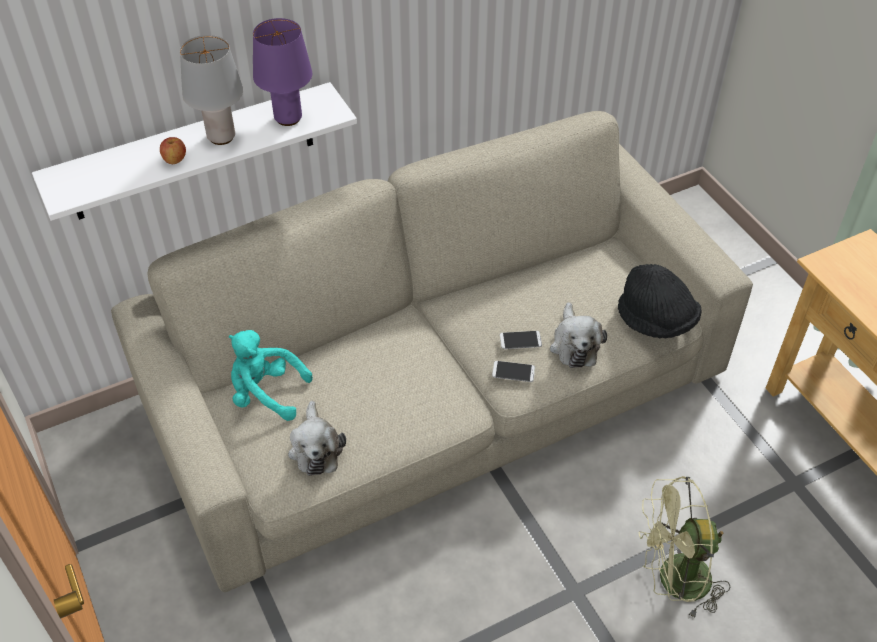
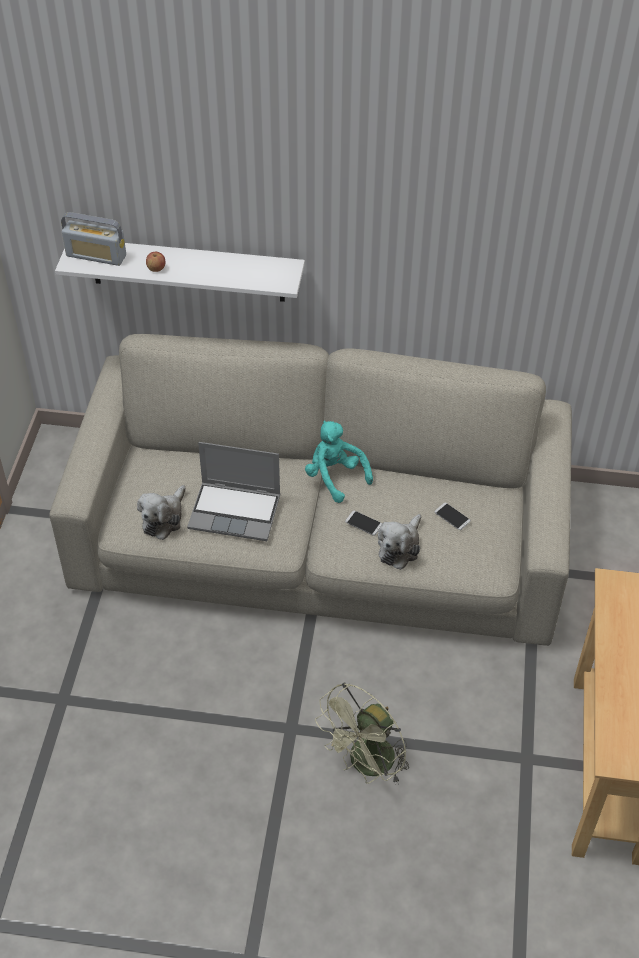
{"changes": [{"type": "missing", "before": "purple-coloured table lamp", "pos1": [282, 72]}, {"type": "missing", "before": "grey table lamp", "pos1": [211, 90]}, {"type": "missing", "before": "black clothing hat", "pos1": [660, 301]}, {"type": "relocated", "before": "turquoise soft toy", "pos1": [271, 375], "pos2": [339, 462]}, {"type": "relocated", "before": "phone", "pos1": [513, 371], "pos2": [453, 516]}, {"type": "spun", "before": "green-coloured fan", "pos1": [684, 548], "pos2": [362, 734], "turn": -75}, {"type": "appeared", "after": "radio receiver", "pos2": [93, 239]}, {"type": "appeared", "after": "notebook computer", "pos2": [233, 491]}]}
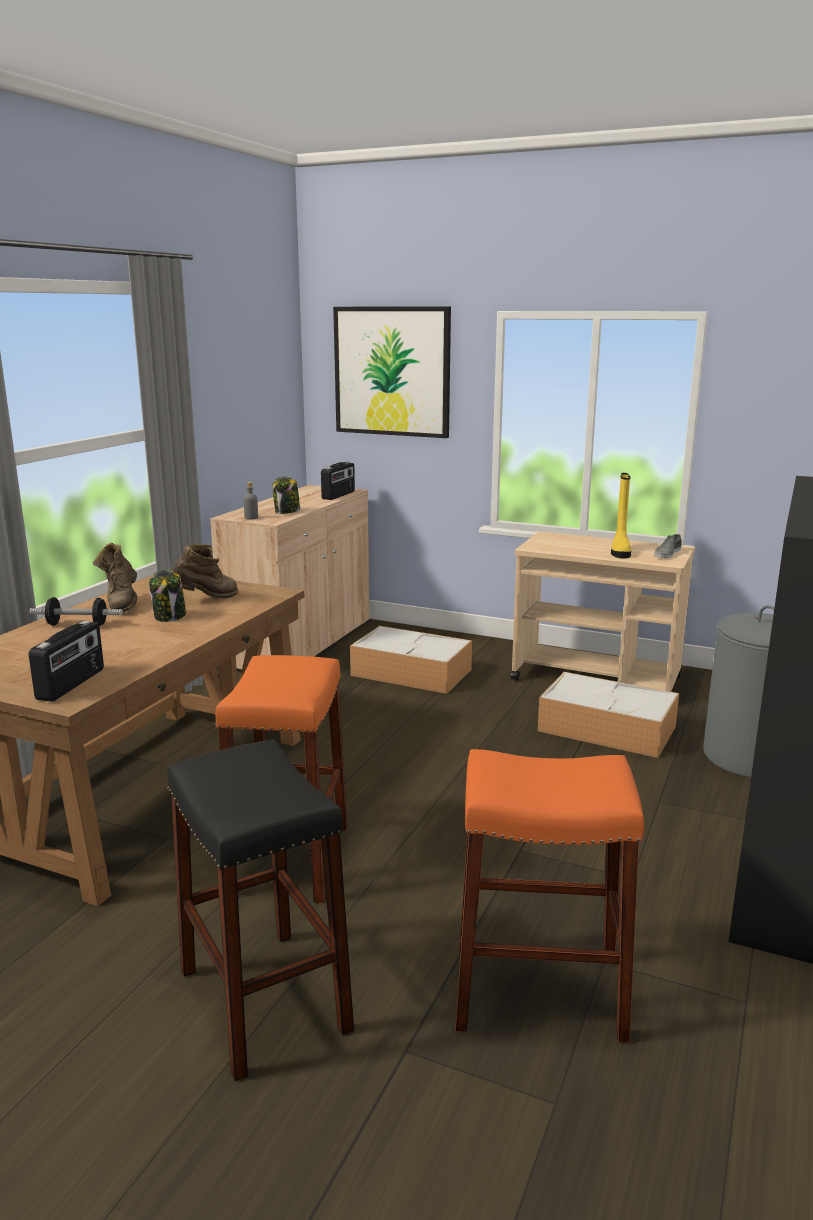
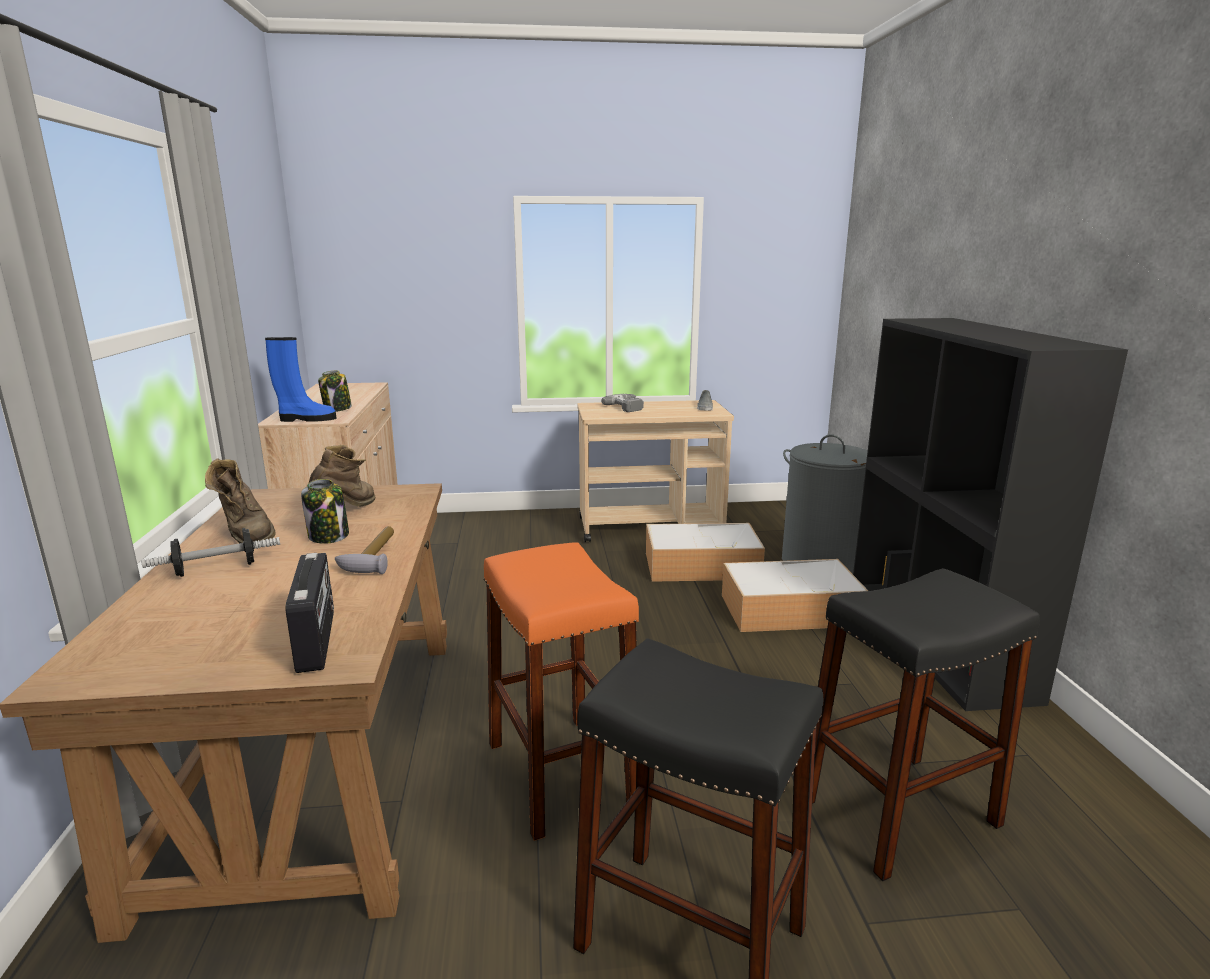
{"changes": [{"type": "missing", "before": "picture", "pos1": [392, 372]}, {"type": "missing", "before": "radio receiver", "pos1": [338, 481]}, {"type": "missing", "before": "yellowish tall boot", "pos1": [621, 515]}, {"type": "exchanged", "before": "grey drink bottle", "after": "blue tall boot", "pos1": [251, 501], "pos2": [300, 379]}, {"type": "relocated", "before": "storage container", "pos1": [411, 660], "pos2": [795, 595]}, {"type": "colour", "before": "orange sitting stool", "after": "black sitting stool", "pos1": [549, 896], "pos2": [926, 724]}, {"type": "appeared", "after": "electric drill", "pos2": [622, 403]}, {"type": "appeared", "after": "tool hammer", "pos2": [364, 550]}]}
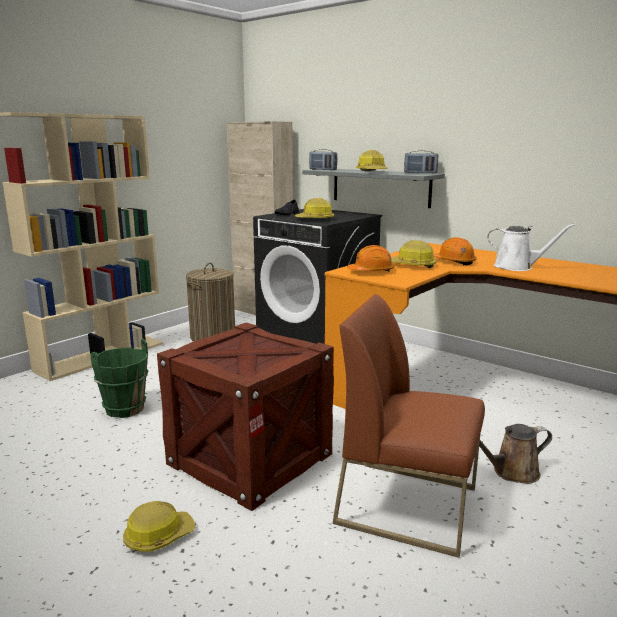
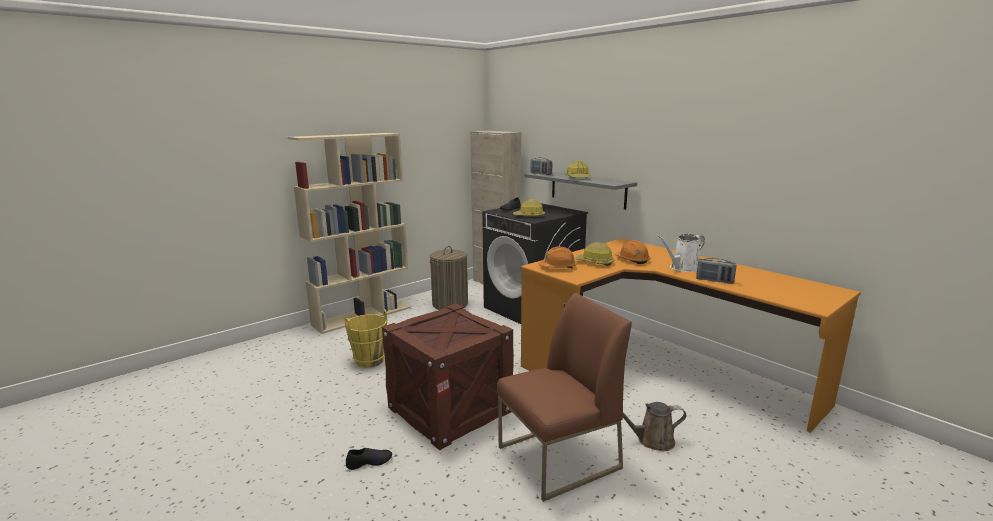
{"changes": [{"type": "relocated", "before": "radio receiver", "pos1": [421, 162], "pos2": [716, 271]}, {"type": "spun", "before": "white watering pot", "pos1": [531, 247], "pos2": [681, 253], "turn": 120}, {"type": "spun", "before": "brown upright chair", "pos1": [408, 426], "pos2": [564, 397], "turn": 120}, {"type": "colour", "before": "green-coloured bucket", "after": "yellowish bucket", "pos1": [119, 378], "pos2": [365, 338]}, {"type": "exchanged", "before": "hard hat", "after": "black item of footwear", "pos1": [159, 526], "pos2": [369, 459]}]}
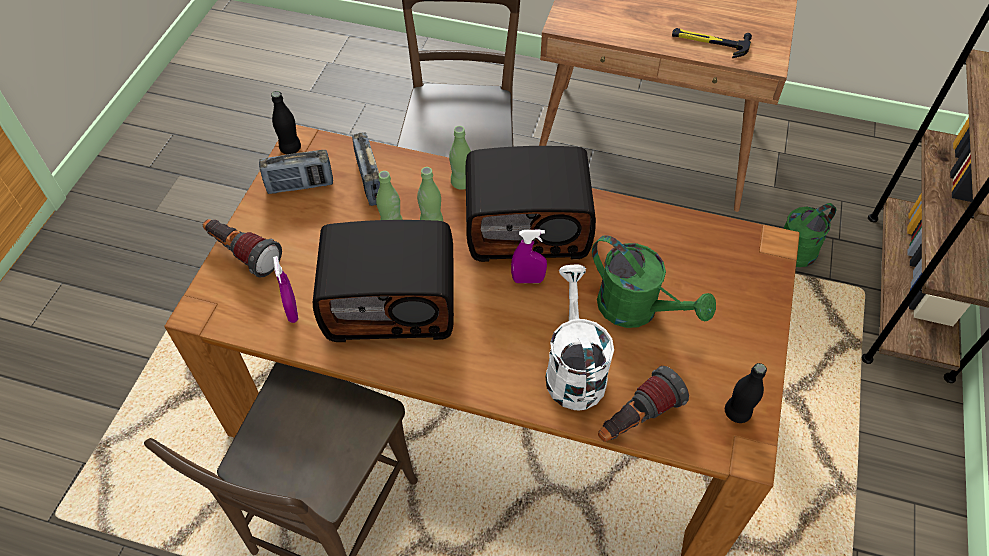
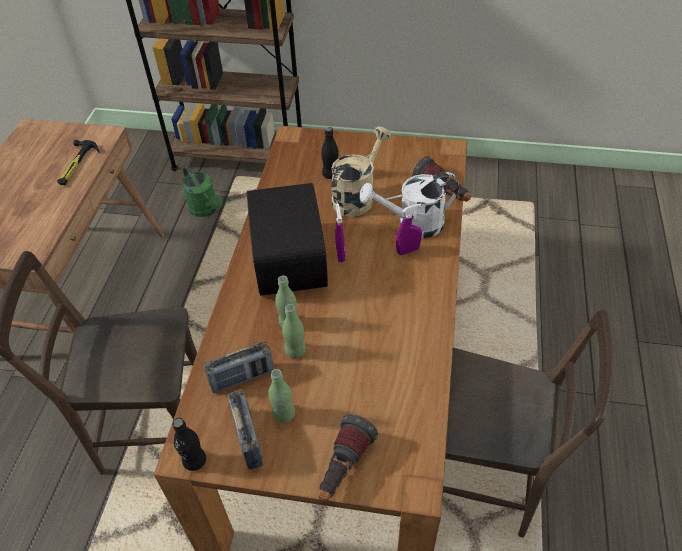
{"changes": [{"type": "relocated", "before": "green-coloured drink bottle", "pos1": [460, 158], "pos2": [281, 396]}, {"type": "missing", "before": "radio receiver", "pos1": [383, 281]}, {"type": "colour", "before": "green-coloured watering pot", "after": "sand-coloured watering pot", "pos1": [654, 281], "pos2": [361, 172]}, {"type": "relocated", "before": "purple-coloured sprayer", "pos1": [285, 289], "pos2": [409, 229]}, {"type": "relocated", "before": "black drink bottle", "pos1": [746, 393], "pos2": [330, 153]}]}
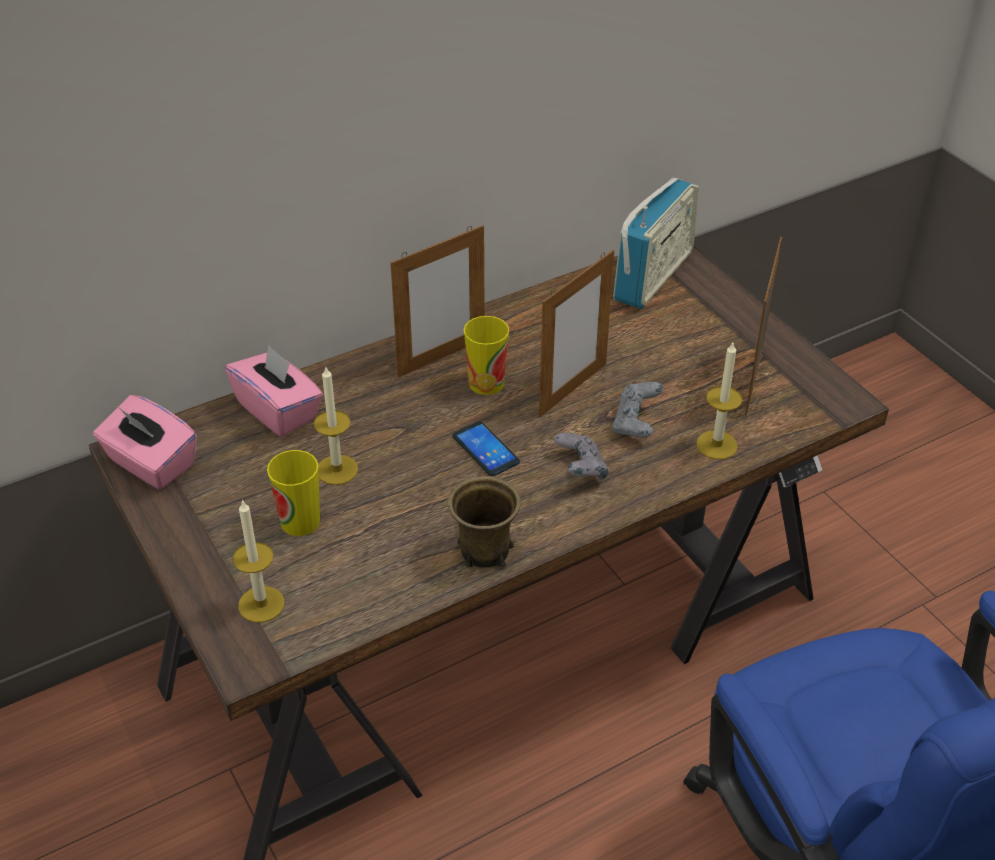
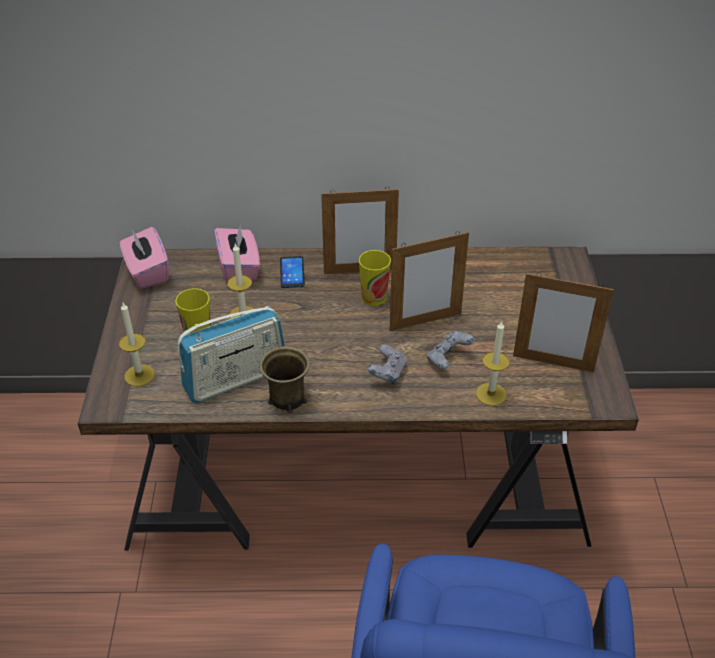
{"changes": [{"type": "relocated", "before": "radio receiver", "pos1": [656, 243], "pos2": [231, 354]}, {"type": "spun", "before": "standing frame", "pos1": [763, 327], "pos2": [563, 322], "turn": -120}, {"type": "relocated", "before": "phone", "pos1": [486, 448], "pos2": [292, 272]}]}
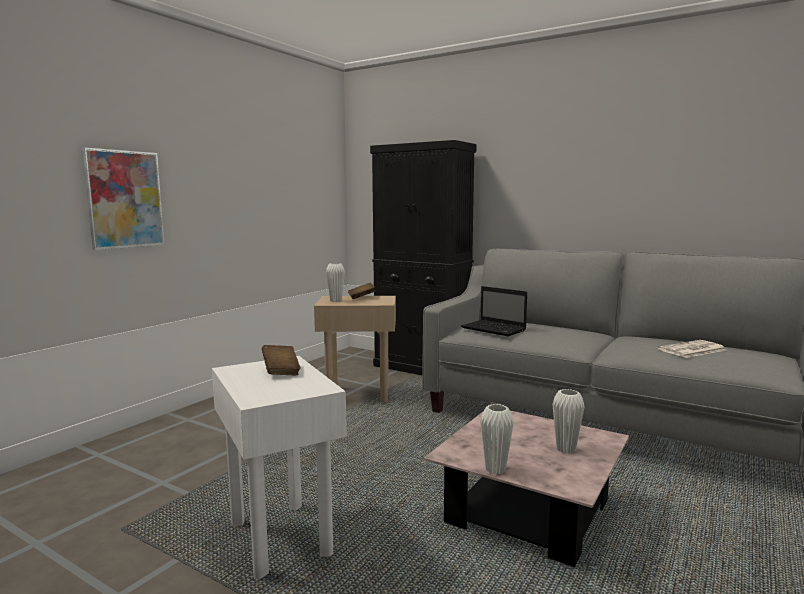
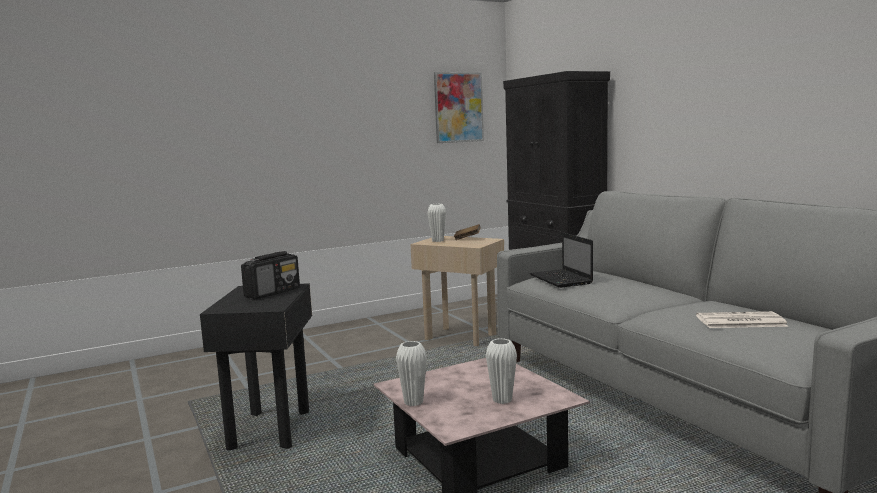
{"changes": [{"type": "relocated", "before": "picture", "pos1": [123, 199], "pos2": [459, 107]}, {"type": "exchanged", "before": "brown bound book", "after": "radio receiver", "pos1": [281, 360], "pos2": [270, 275]}, {"type": "colour", "before": "white side table", "after": "black side table", "pos1": [279, 467], "pos2": [256, 366]}]}
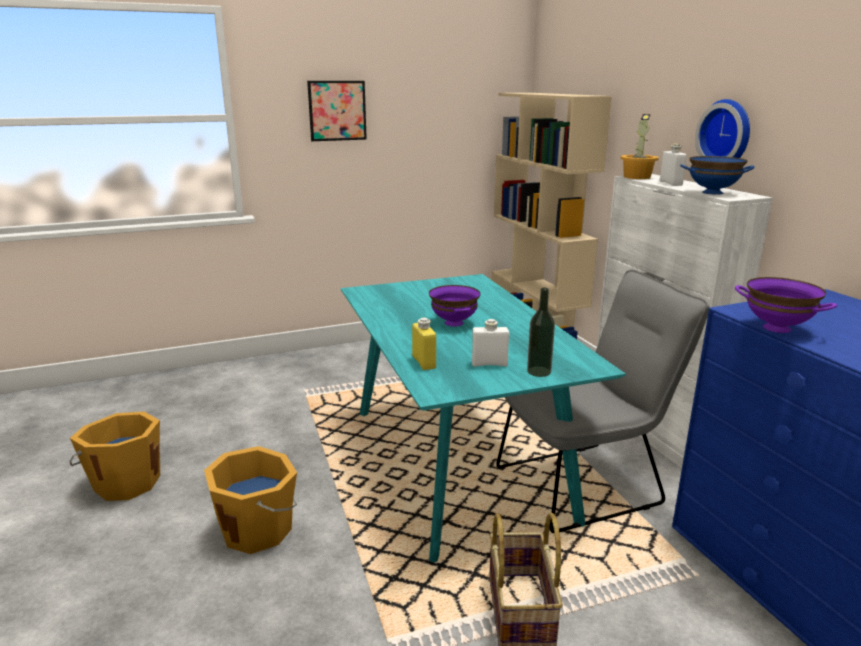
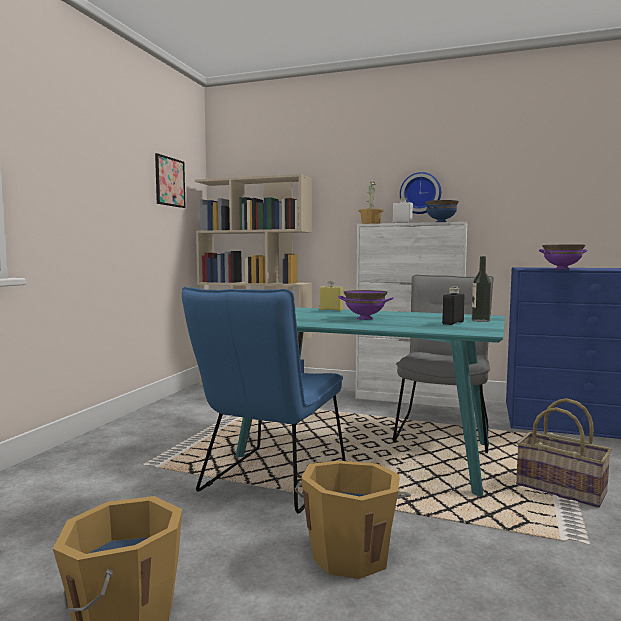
{"changes": [{"type": "relocated", "before": "picture", "pos1": [337, 111], "pos2": [170, 180]}, {"type": "relocated", "before": "yellowish drink bottle", "pos1": [424, 344], "pos2": [331, 295]}, {"type": "colour", "before": "white drink bottle", "after": "black drink bottle", "pos1": [490, 343], "pos2": [453, 305]}, {"type": "appeared", "after": "blue upright chair", "pos2": [263, 400]}]}
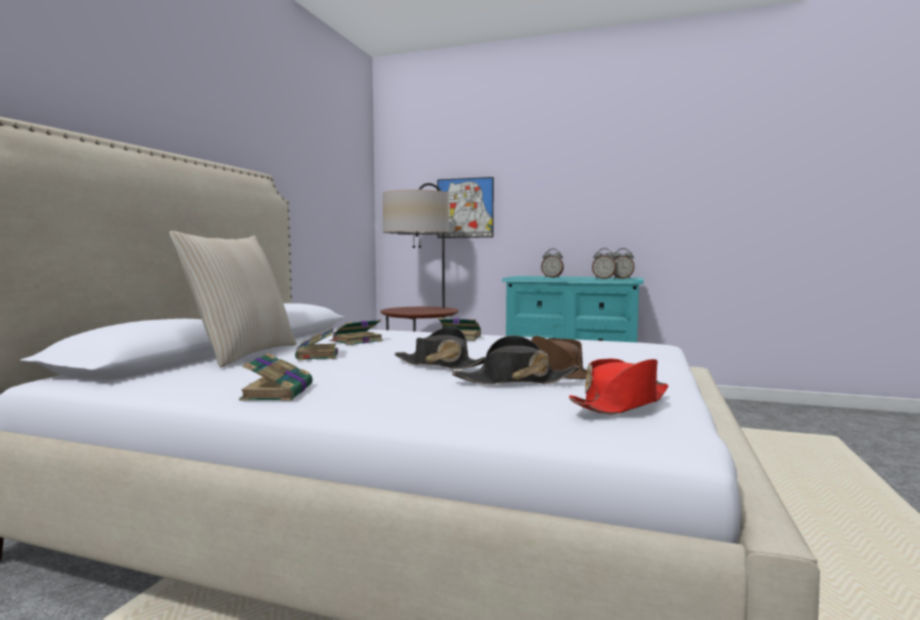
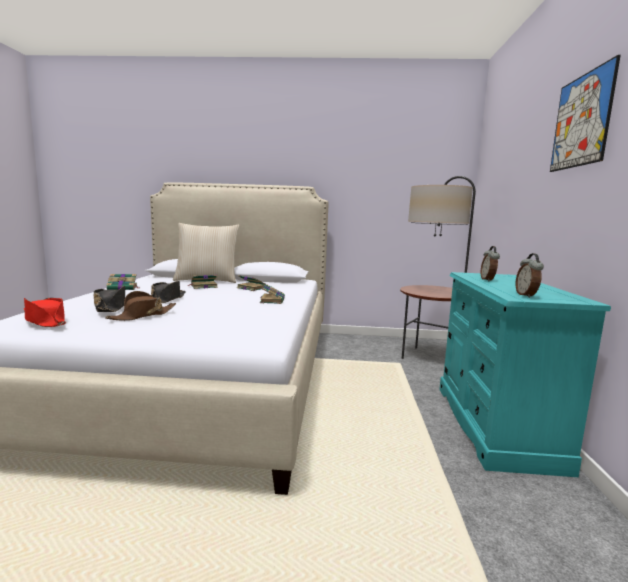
{"changes": [{"type": "relocated", "before": "picture", "pos1": [465, 207], "pos2": [585, 113]}, {"type": "missing", "before": "table clock", "pos1": [604, 263]}]}
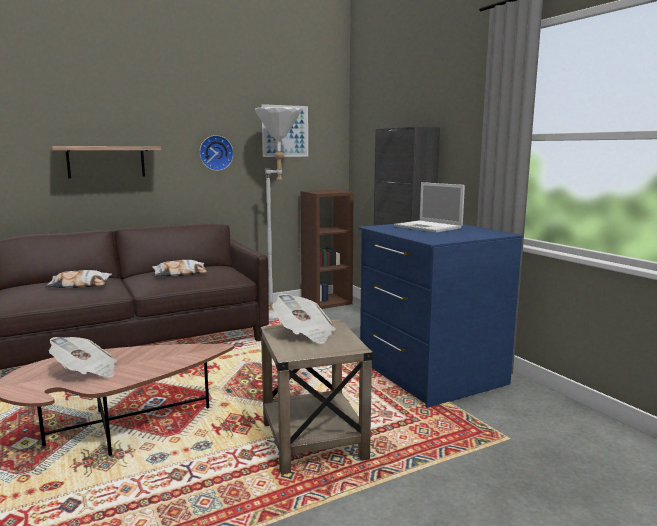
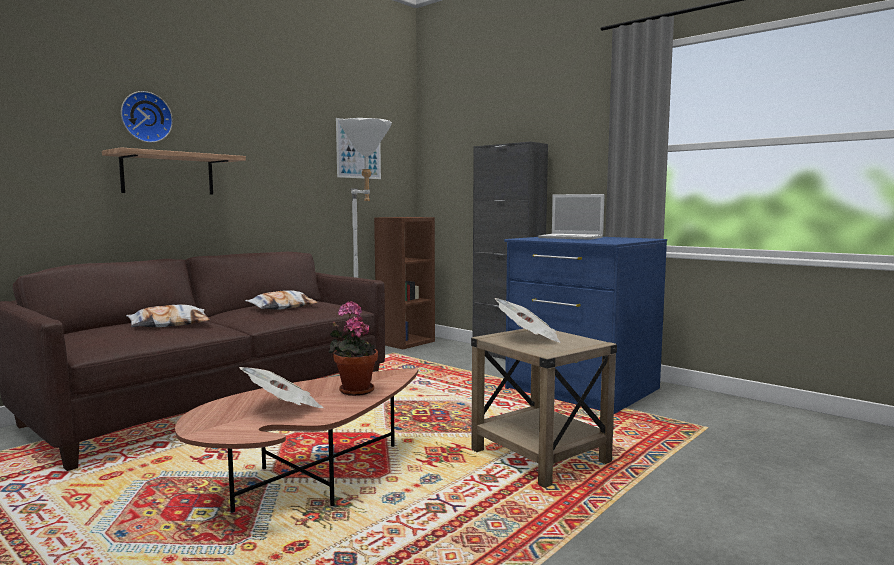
{"changes": [{"type": "relocated", "before": "wall clock", "pos1": [216, 153], "pos2": [147, 117]}, {"type": "appeared", "after": "plant in a pot", "pos2": [353, 348]}]}
